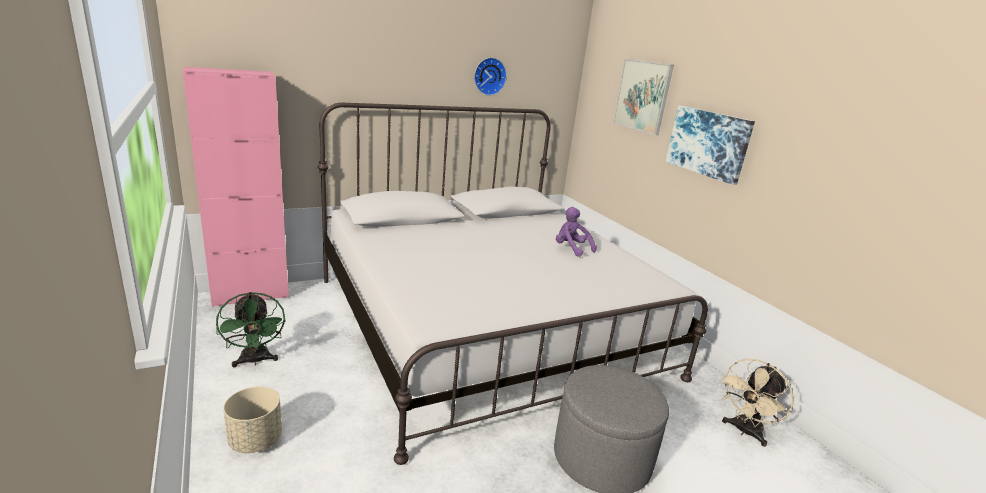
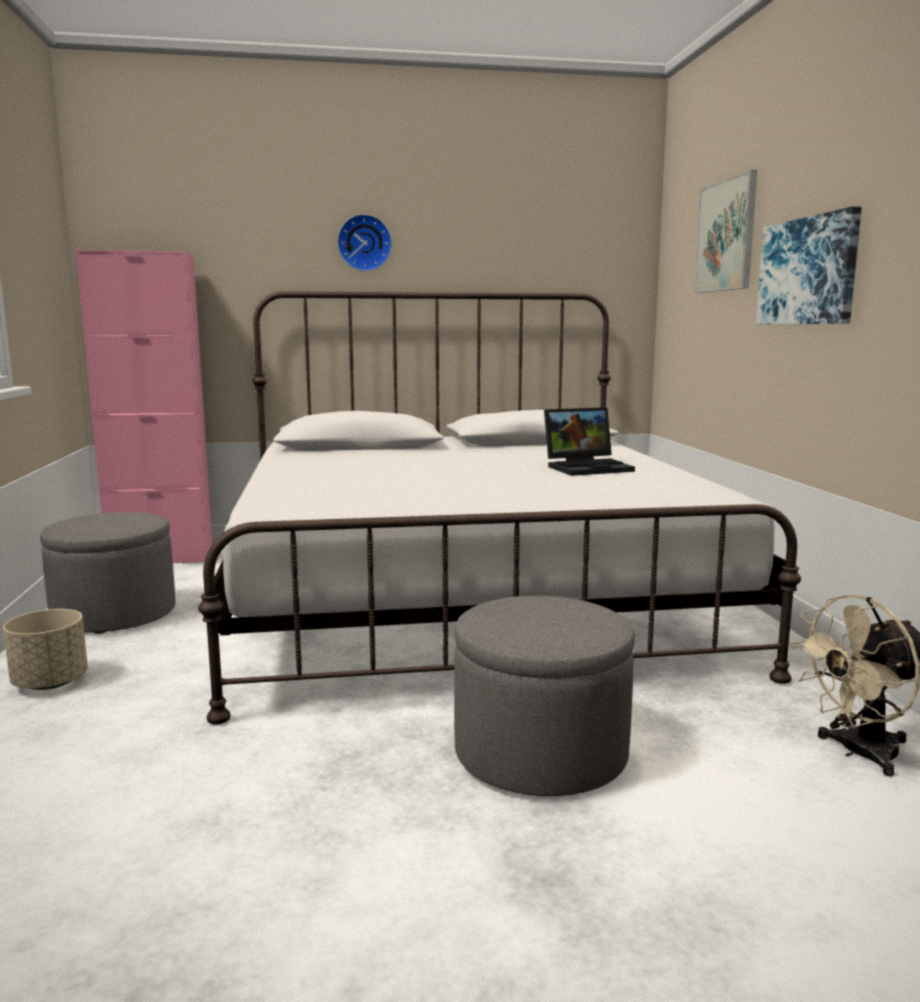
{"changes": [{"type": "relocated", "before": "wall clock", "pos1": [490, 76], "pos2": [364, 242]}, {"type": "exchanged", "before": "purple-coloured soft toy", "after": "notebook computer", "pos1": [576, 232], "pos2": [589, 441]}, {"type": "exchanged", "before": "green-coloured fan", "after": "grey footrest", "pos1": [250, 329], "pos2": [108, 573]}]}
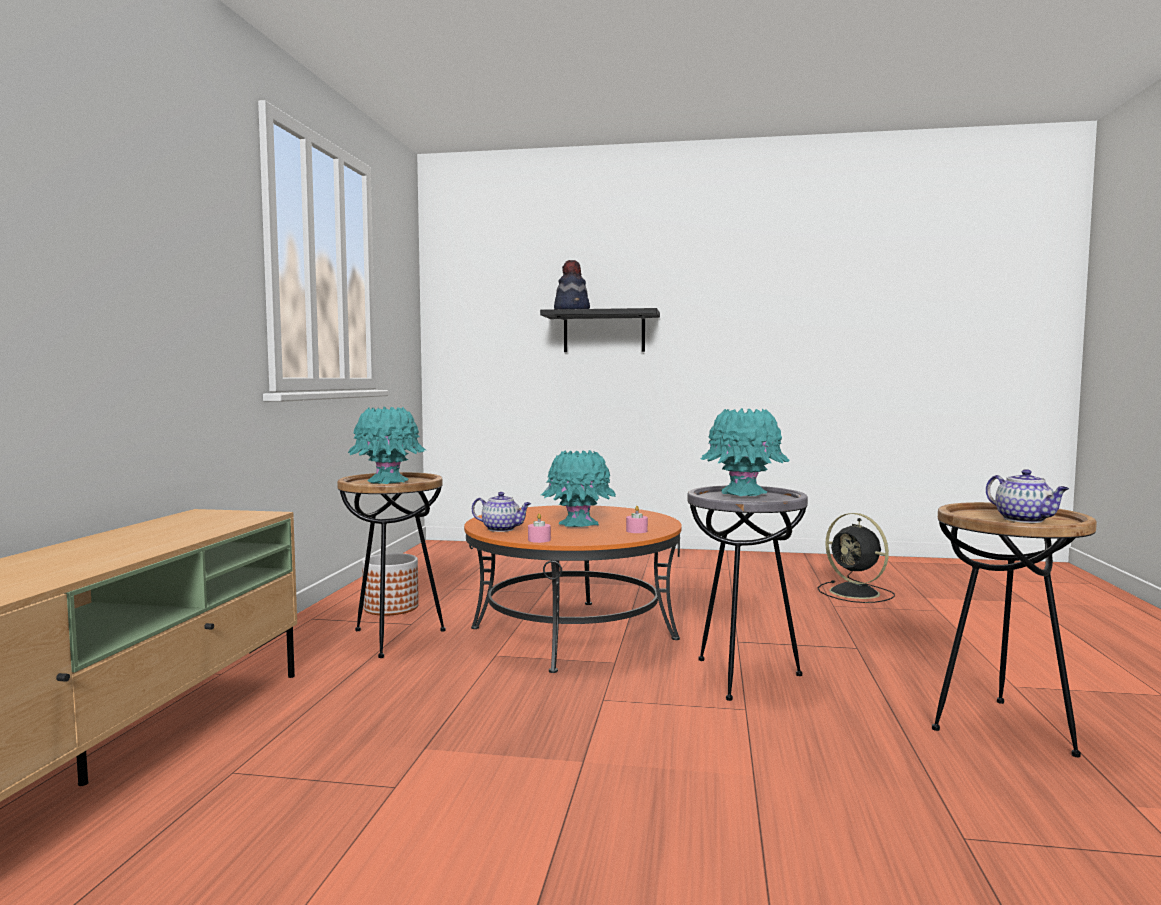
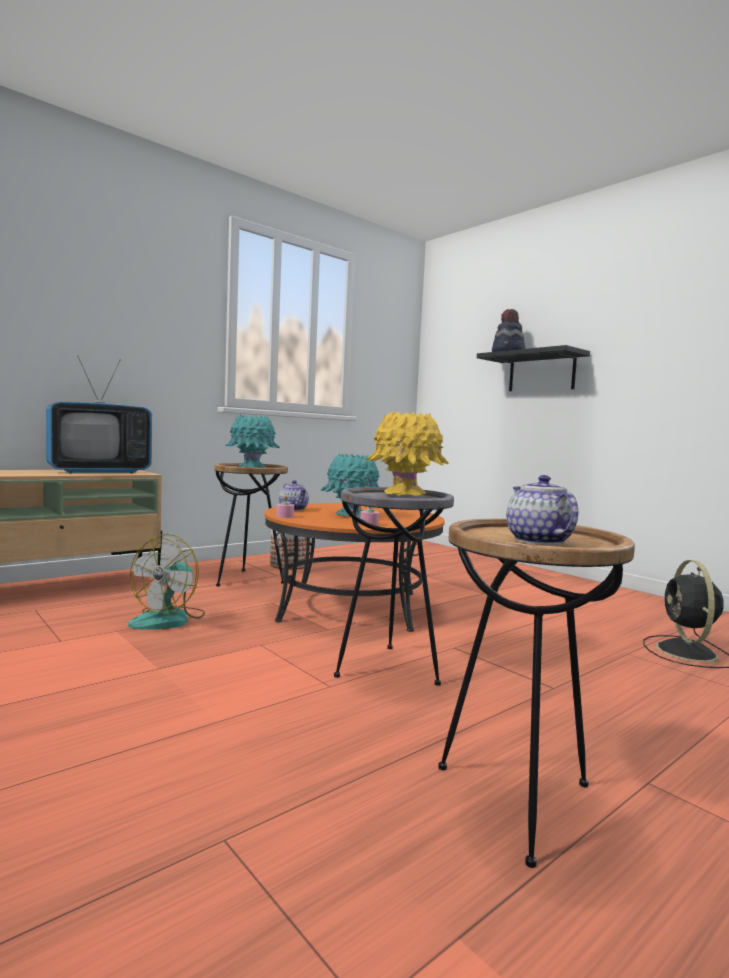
{"changes": [{"type": "colour", "before": "turquoise decorative vase", "after": "yellowish decorative vase", "pos1": [745, 452], "pos2": [407, 453]}, {"type": "spun", "before": "tea pot", "pos1": [1027, 496], "pos2": [542, 510], "turn": 150}, {"type": "appeared", "after": "television", "pos2": [99, 414]}, {"type": "appeared", "after": "fan", "pos2": [166, 582]}]}
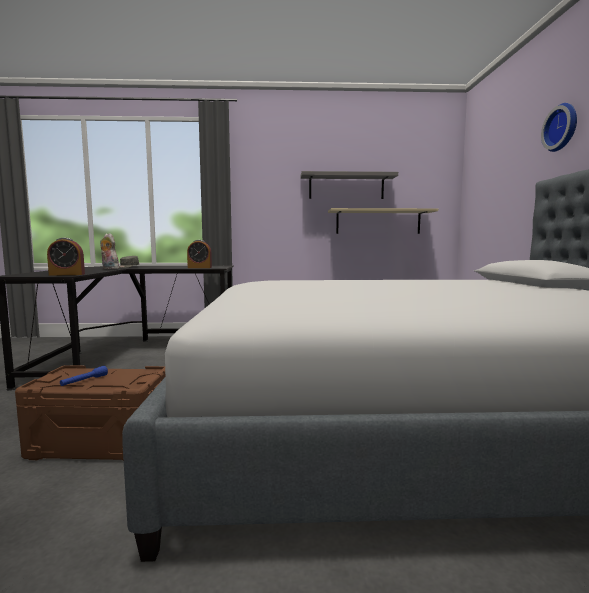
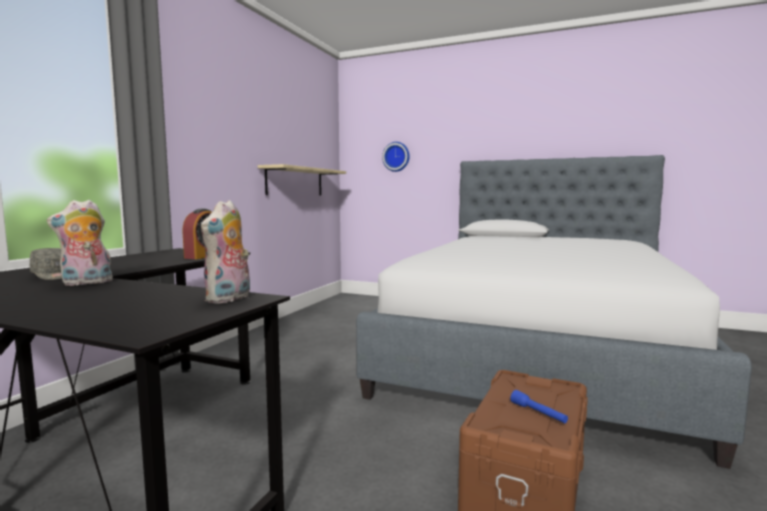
{"changes": [{"type": "relocated", "before": "wall clock", "pos1": [559, 127], "pos2": [396, 157]}, {"type": "missing", "before": "grey wall shelf", "pos1": [349, 185]}, {"type": "exchanged", "before": "table clock", "after": "soft toy", "pos1": [66, 257], "pos2": [225, 252]}]}
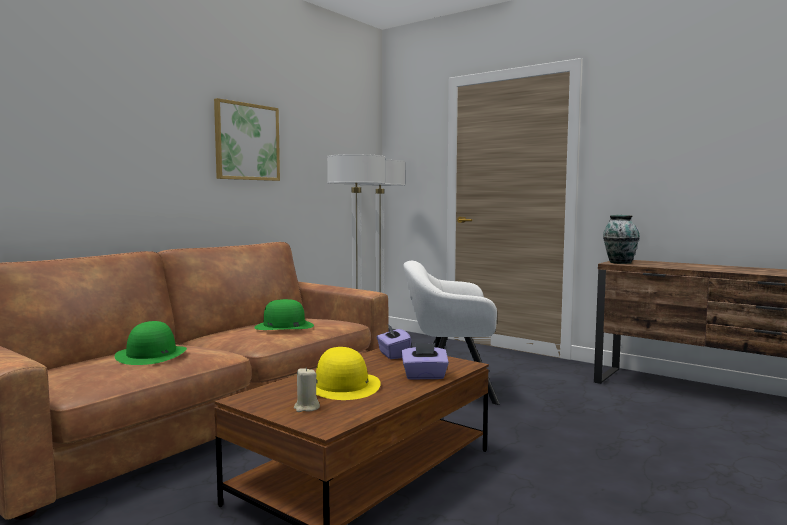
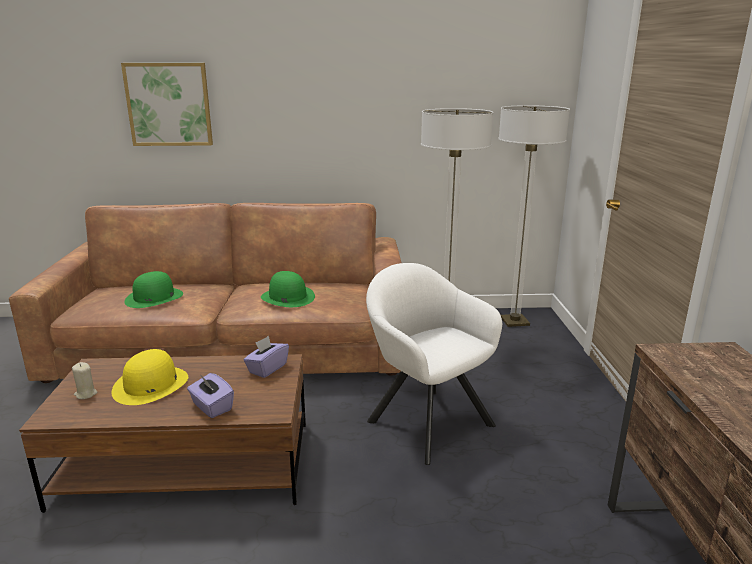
{"changes": [{"type": "relocated", "before": "picture", "pos1": [247, 139], "pos2": [167, 104]}, {"type": "missing", "before": "decorative vase", "pos1": [621, 239]}]}
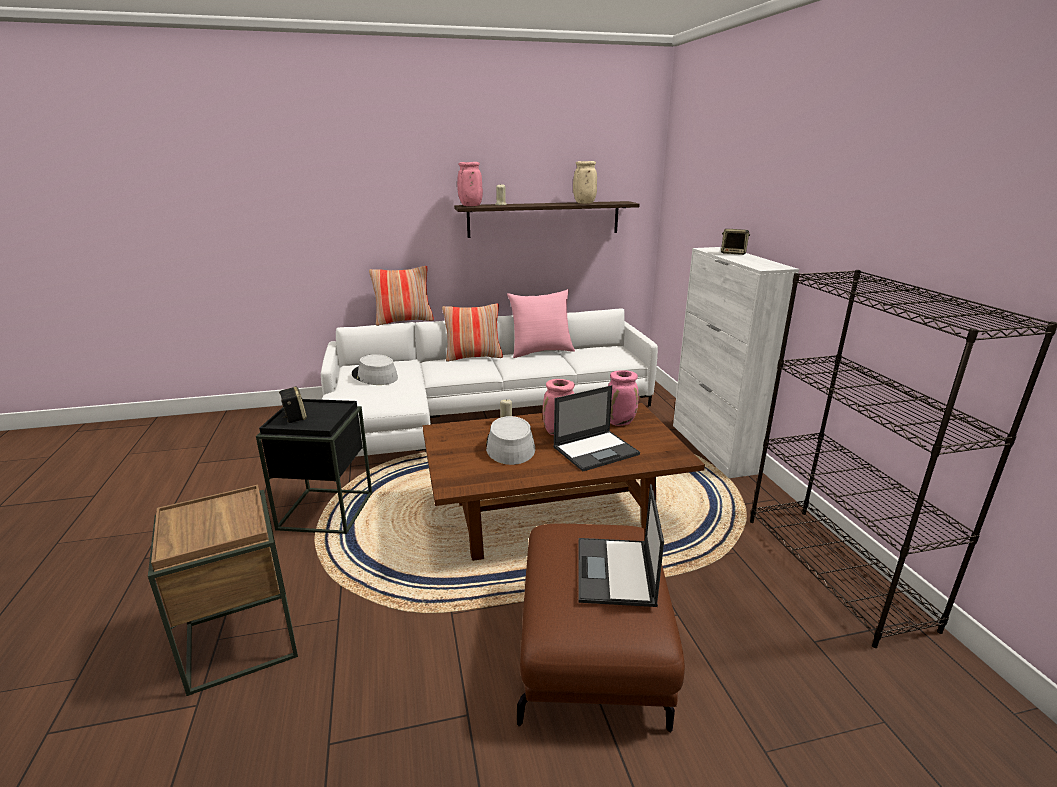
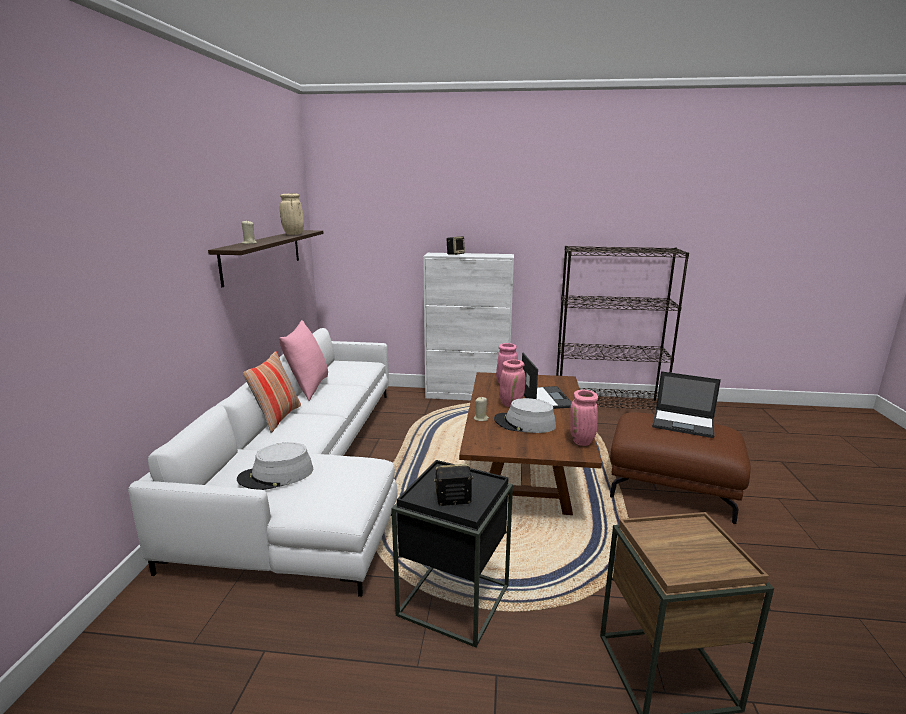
{"changes": [{"type": "relocated", "before": "pink decorative vase", "pos1": [470, 184], "pos2": [584, 418]}, {"type": "missing", "before": "pillow", "pos1": [401, 296]}]}
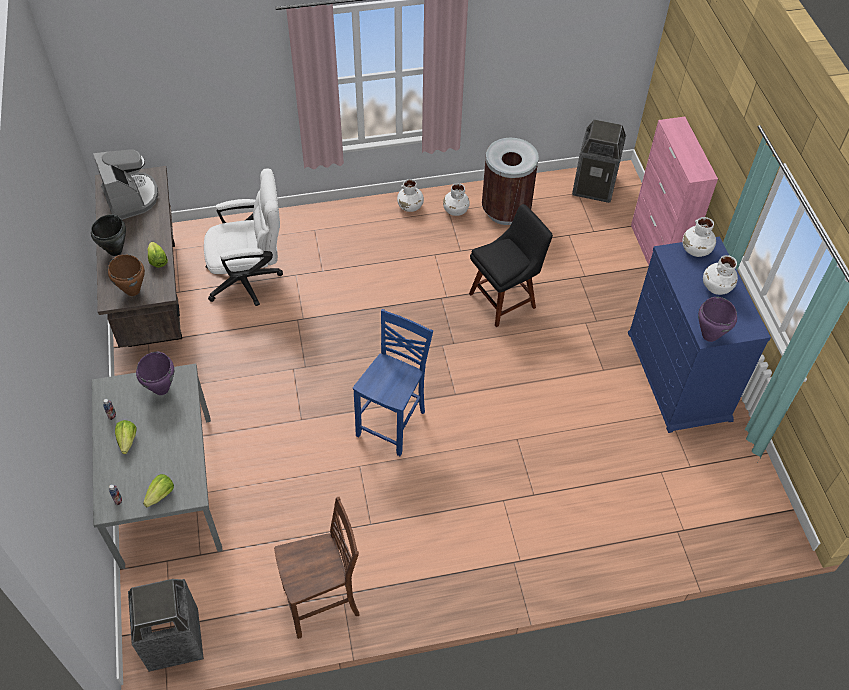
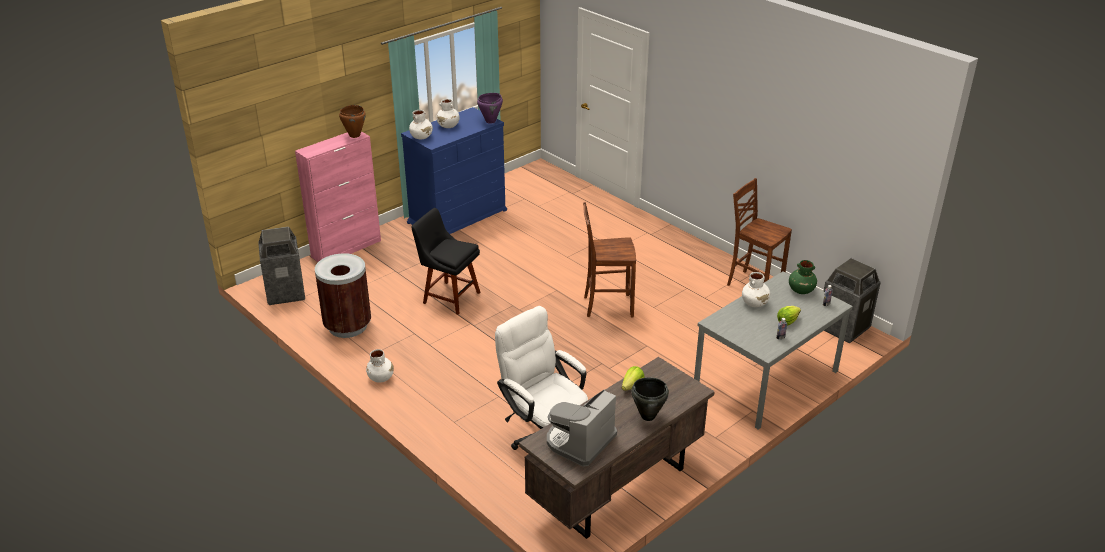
{"changes": [{"type": "relocated", "before": "white decorative vase", "pos1": [456, 199], "pos2": [756, 289]}, {"type": "relocated", "before": "brown saucepot", "pos1": [126, 275], "pos2": [352, 121]}, {"type": "colour", "before": "blue upright chair", "after": "brown upright chair", "pos1": [393, 382], "pos2": [609, 259]}, {"type": "missing", "before": "purple-coloured saucepot", "pos1": [155, 373]}, {"type": "exchanged", "before": "head of lettuce", "after": "green-coloured decorative vase", "pos1": [158, 490], "pos2": [803, 277]}]}
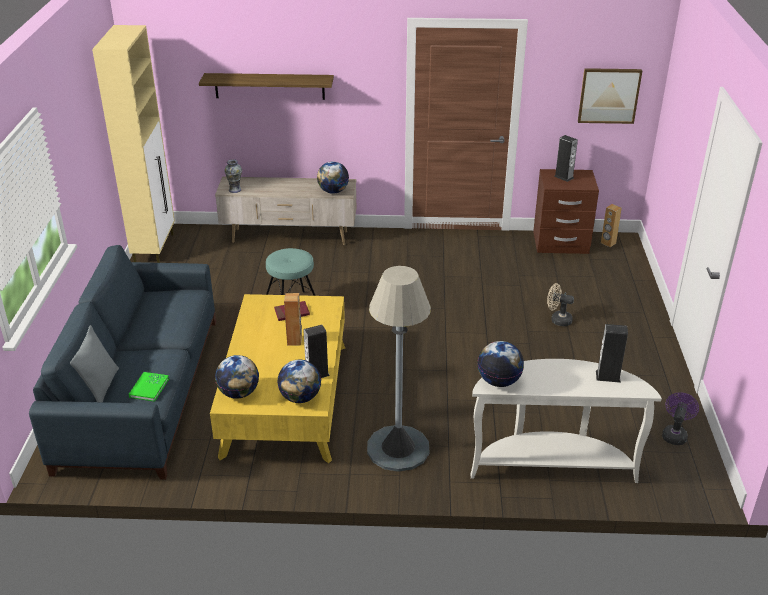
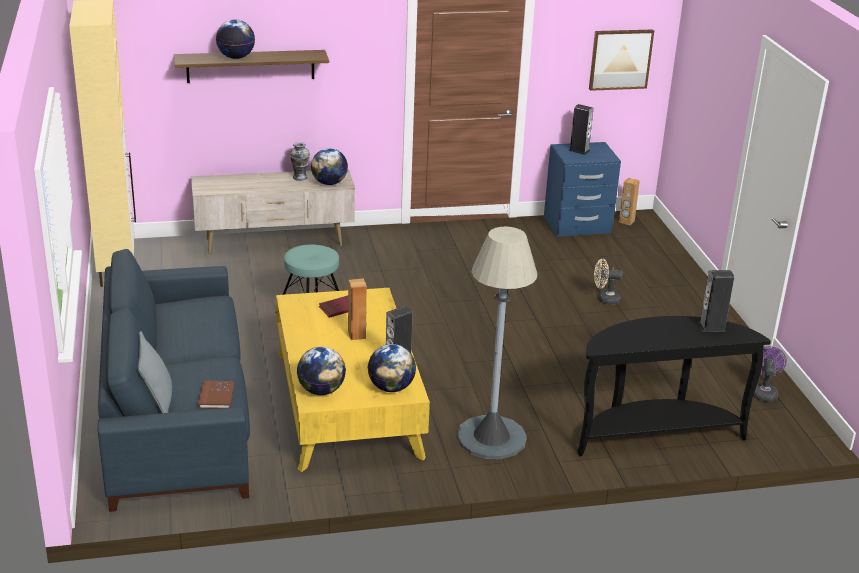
{"changes": [{"type": "relocated", "before": "decorative vase", "pos1": [233, 176], "pos2": [300, 161]}, {"type": "colour", "before": "brown bedside table", "after": "blue bedside table", "pos1": [566, 211], "pos2": [582, 189]}, {"type": "relocated", "before": "world globe", "pos1": [501, 364], "pos2": [235, 39]}, {"type": "colour", "before": "white console table", "after": "black console table", "pos1": [566, 421], "pos2": [674, 386]}, {"type": "colour", "before": "green-coloured bound book", "after": "brown bound book", "pos1": [149, 387], "pos2": [216, 395]}]}
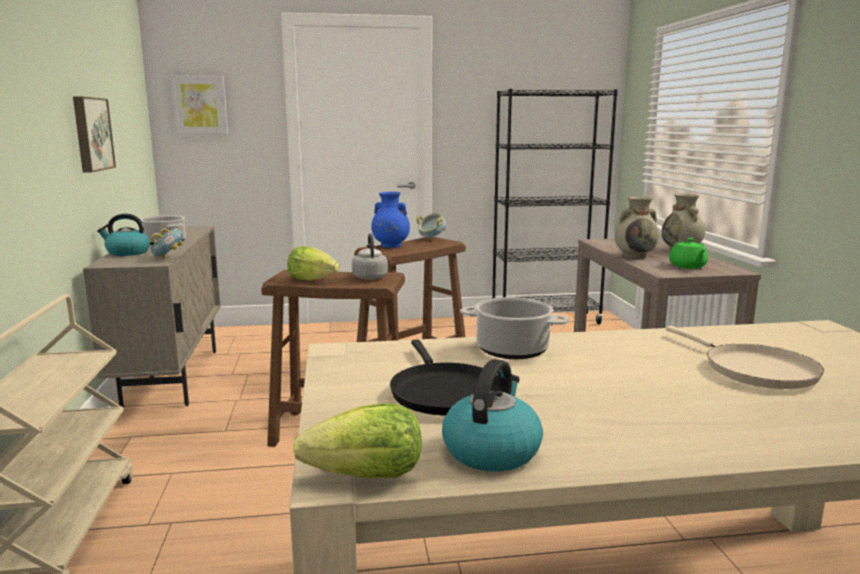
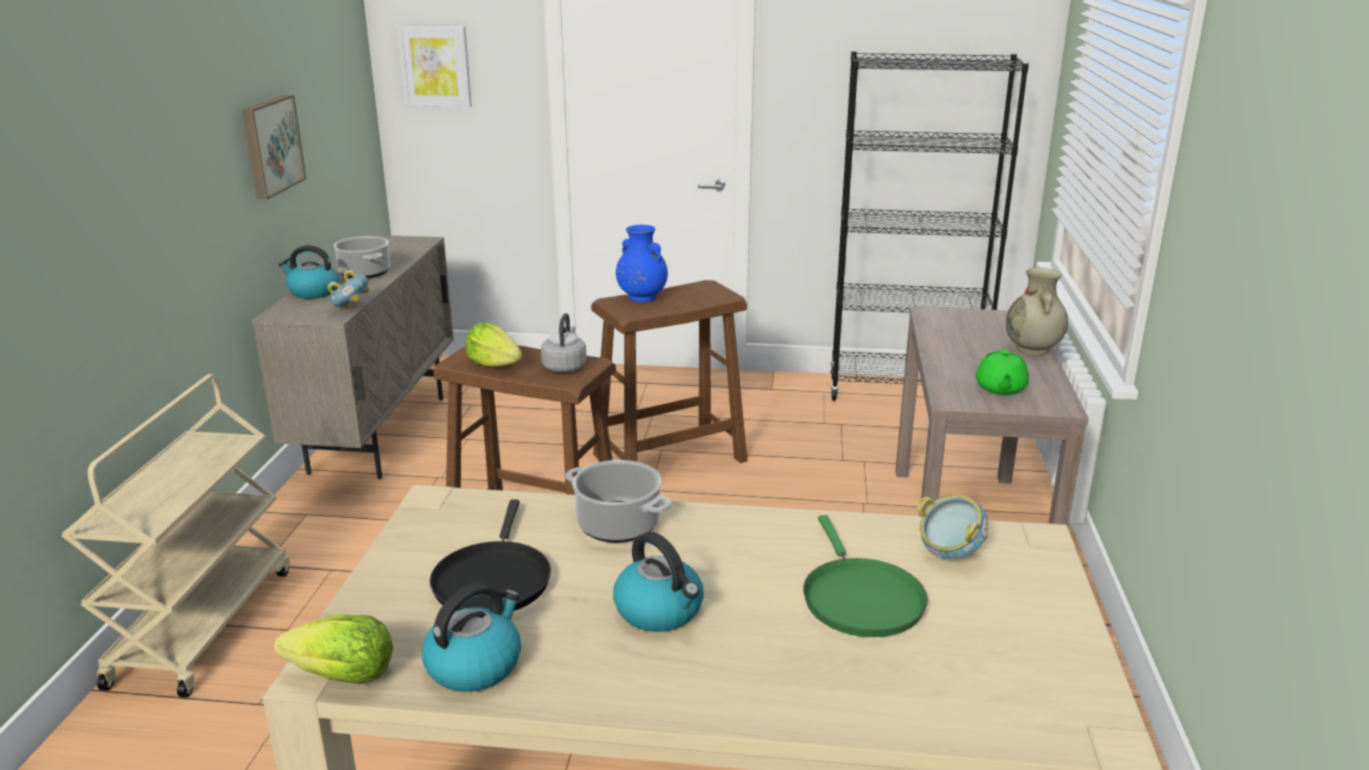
{"changes": [{"type": "missing", "before": "sand-coloured decorative vase", "pos1": [637, 228]}, {"type": "relocated", "before": "bowl", "pos1": [431, 226], "pos2": [953, 526]}, {"type": "colour", "before": "sand-coloured pan", "after": "green-coloured pan", "pos1": [745, 357], "pos2": [865, 576]}, {"type": "appeared", "after": "tea kettle", "pos2": [658, 582]}]}
